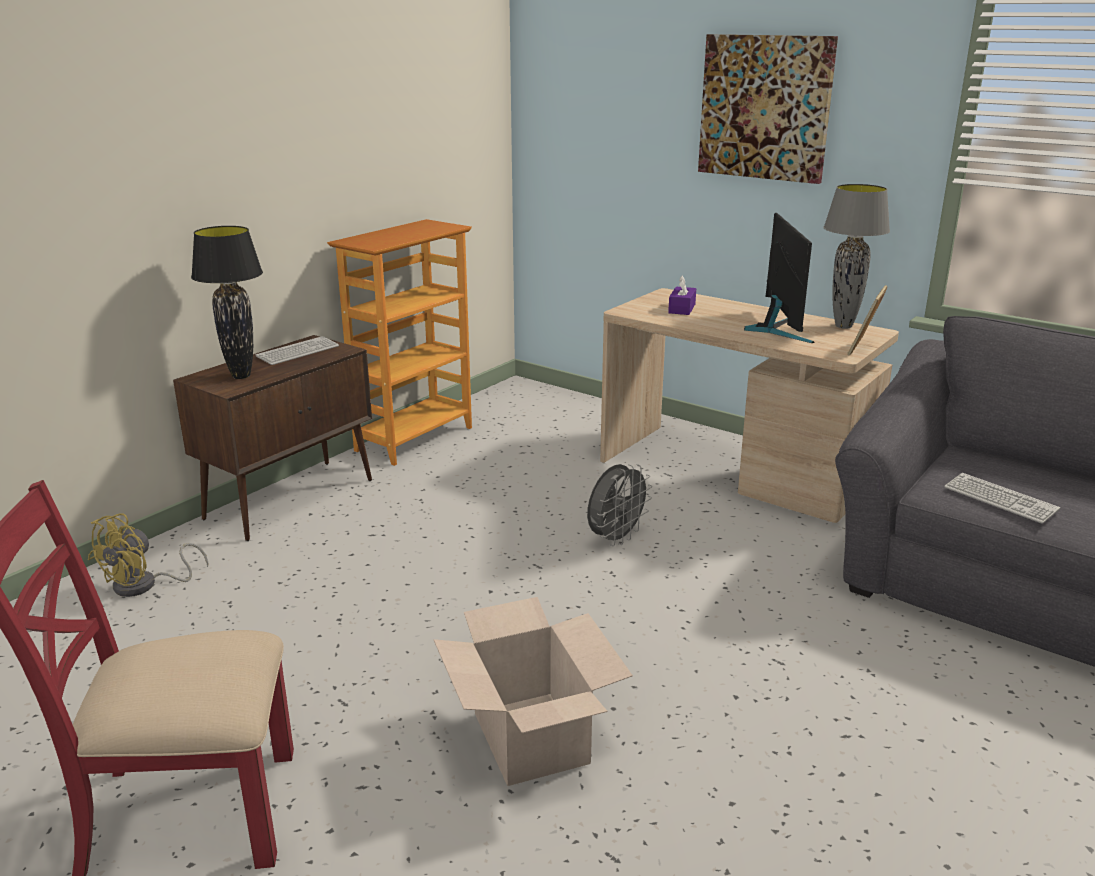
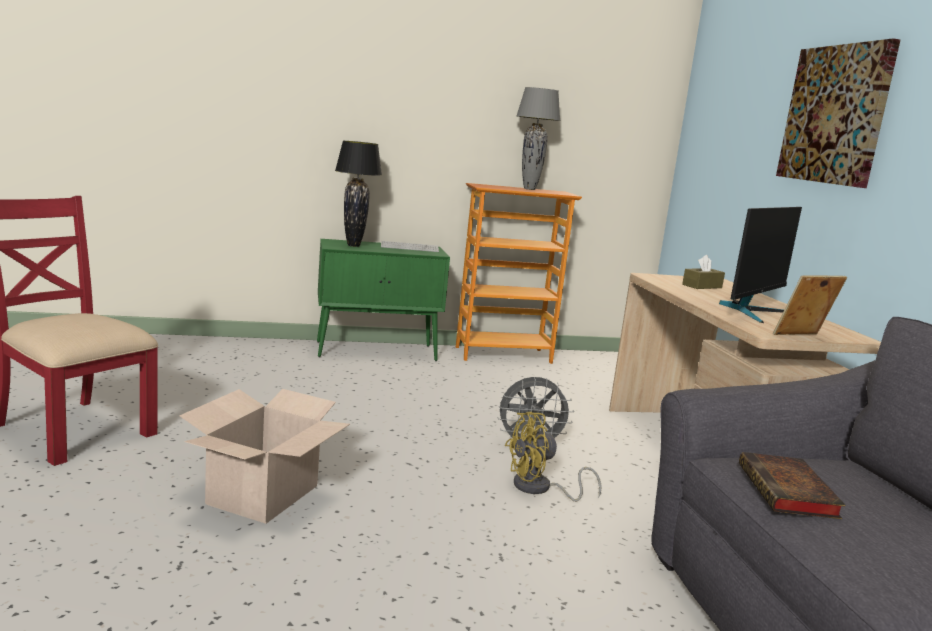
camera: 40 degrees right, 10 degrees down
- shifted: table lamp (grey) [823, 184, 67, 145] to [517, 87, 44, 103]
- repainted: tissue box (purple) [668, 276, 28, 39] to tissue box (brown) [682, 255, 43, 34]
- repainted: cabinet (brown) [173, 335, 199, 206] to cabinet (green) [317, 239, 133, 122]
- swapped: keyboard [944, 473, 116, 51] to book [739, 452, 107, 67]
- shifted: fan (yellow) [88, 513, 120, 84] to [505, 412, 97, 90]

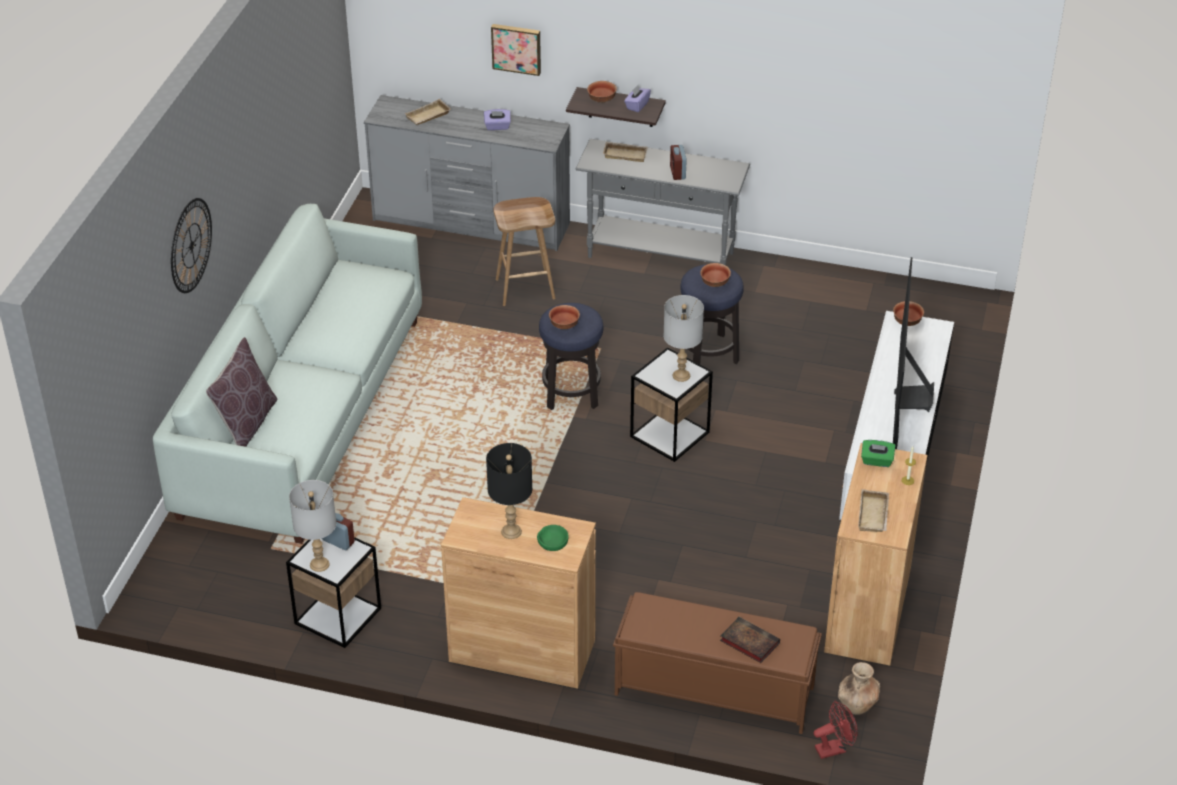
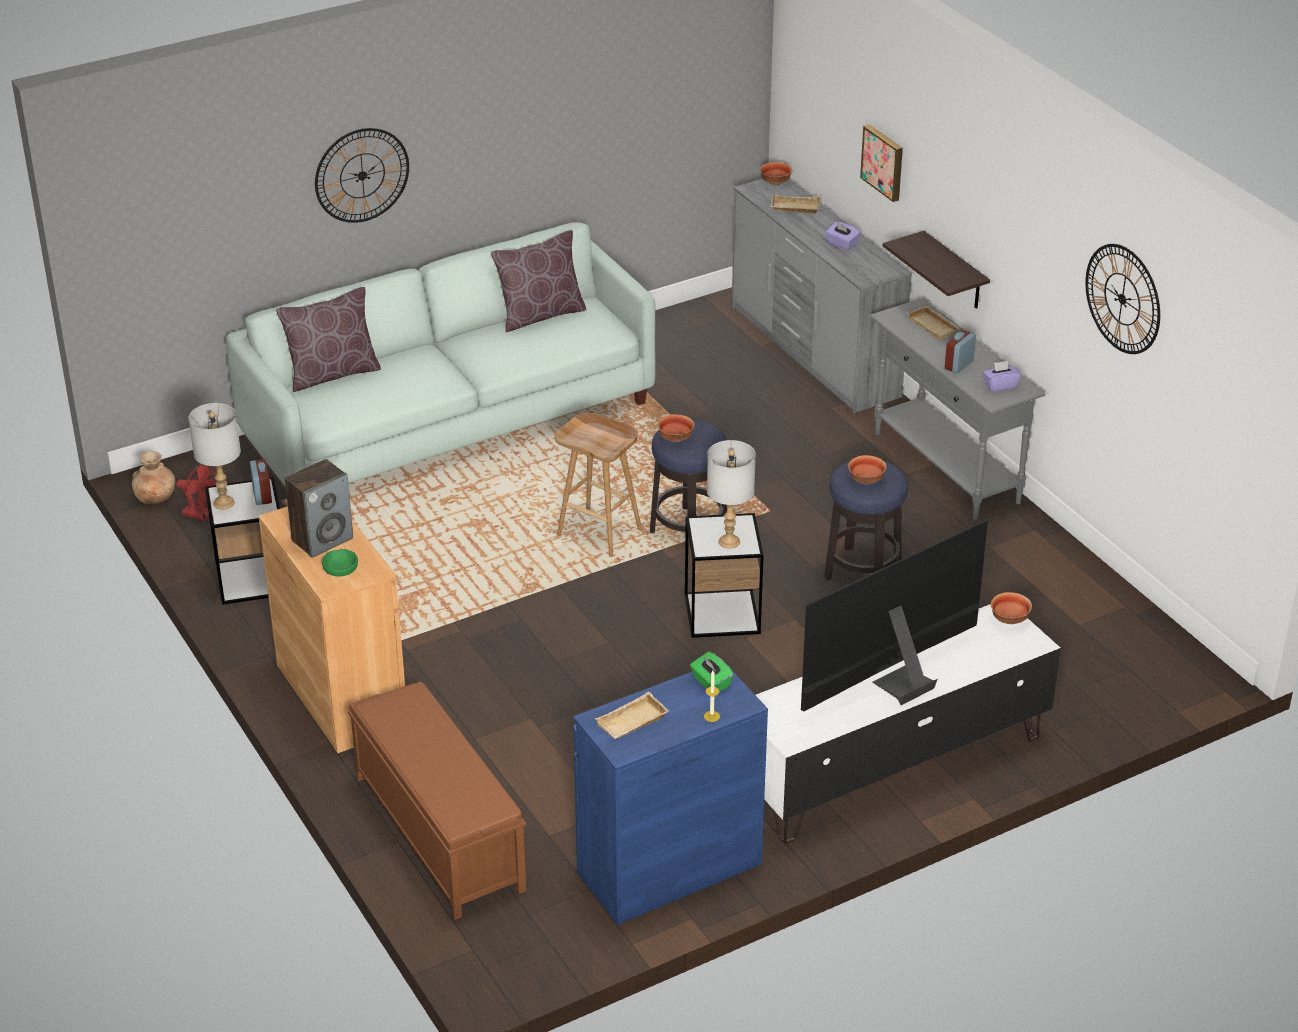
camera: 45 degrees right, 5 degrees down
- shifted: bowl [587, 81, 30, 22] to [760, 162, 32, 24]
- shifted: tissue box (purple) [624, 85, 27, 27] to [982, 361, 39, 31]
- shifted: stool (brown) [493, 197, 62, 109] to [555, 413, 87, 144]
- swapped: table lamp (black) [486, 443, 46, 96] to speaker [285, 459, 68, 99]
- repainted: cabinet (brown) [824, 443, 103, 223] to cabinet (blue) [573, 668, 195, 257]
- gone: book [720, 617, 60, 46]
- shifted: vase (brown) [838, 662, 42, 53] to [132, 451, 43, 53]
- shifted: fan (red) [814, 701, 44, 58] to [176, 464, 40, 57]
- new: pillow (brown) [491, 230, 95, 102]
- new: wall clock [1085, 244, 75, 110]

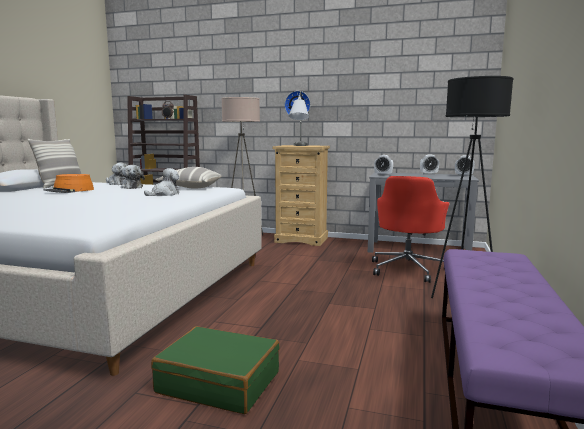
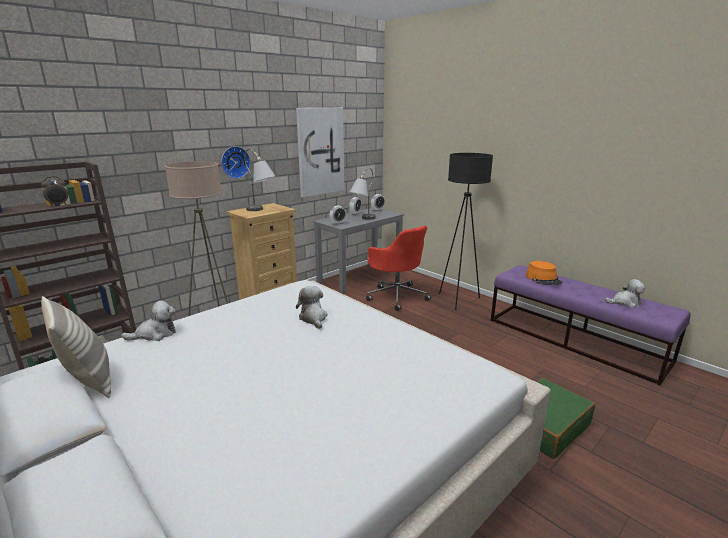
camera: 60 degrees left, 10 degrees up
- shifted: plush toy [121, 165, 24, 24] to [605, 279, 40, 29]
- gone: pillow [156, 167, 66, 22]
- shifted: hat (orange) [43, 174, 51, 19] to [526, 261, 37, 24]
- new: picture [296, 108, 48, 89]
- new: table lamp (grey) [350, 168, 26, 52]

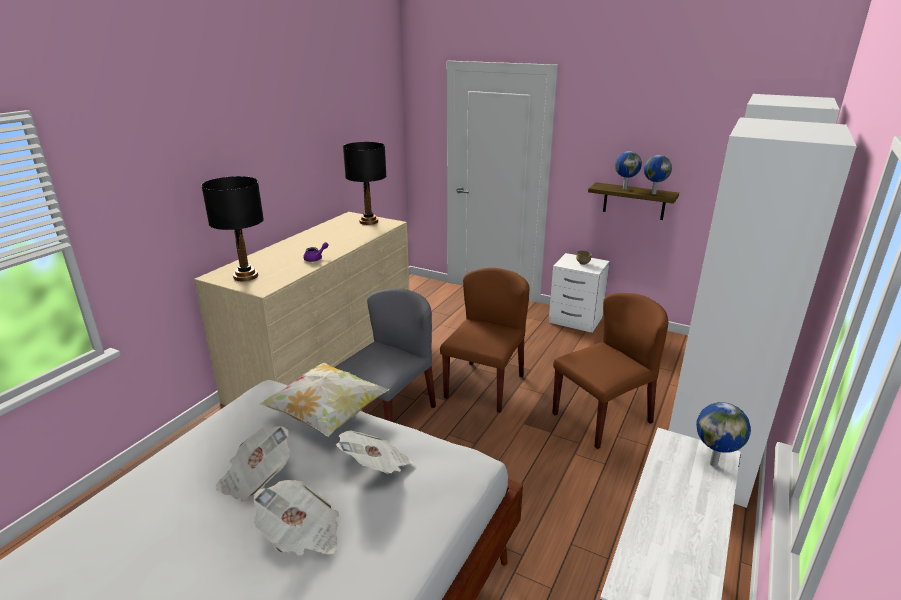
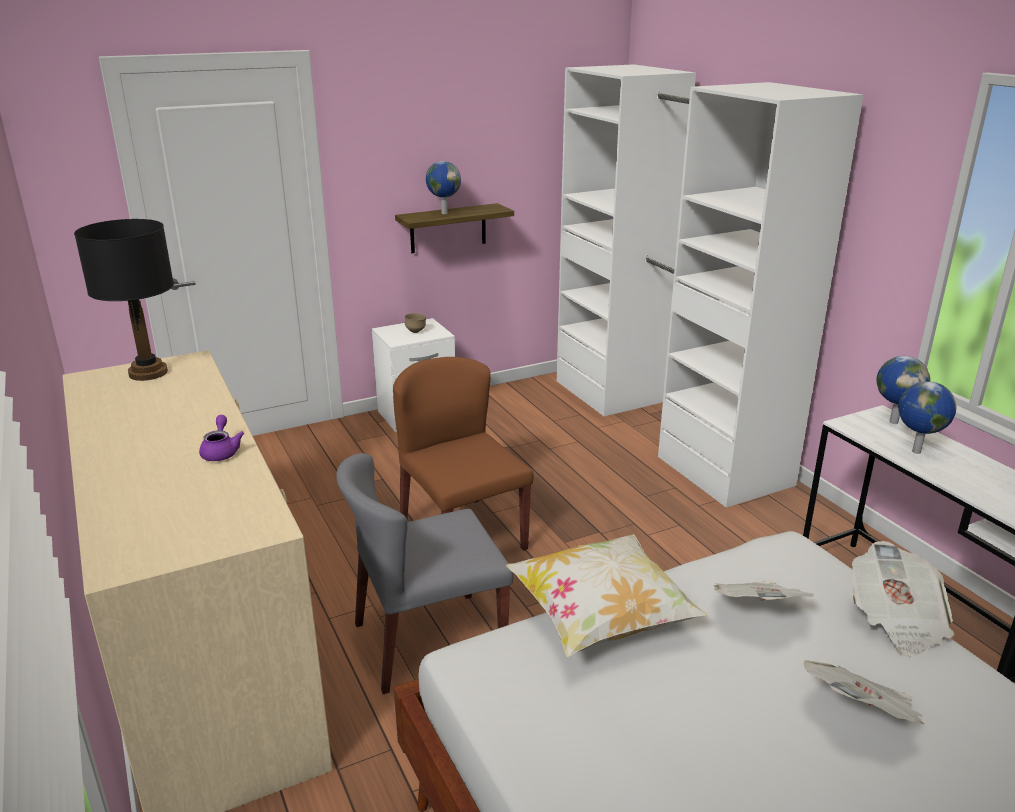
camera: 55 degrees left, 0 degrees up
- shifted: globe [644, 155, 28, 39] to [898, 381, 59, 73]
- gone: table lamp (black) [201, 176, 63, 105]
- rotated: chair (grey) [334, 288, 102, 134] = [336, 453, 177, 241] 90 degrees counterclockwise
- gone: chair (brown) [552, 293, 116, 156]
- shifted: newspaper [216, 426, 74, 76] to [852, 541, 102, 117]

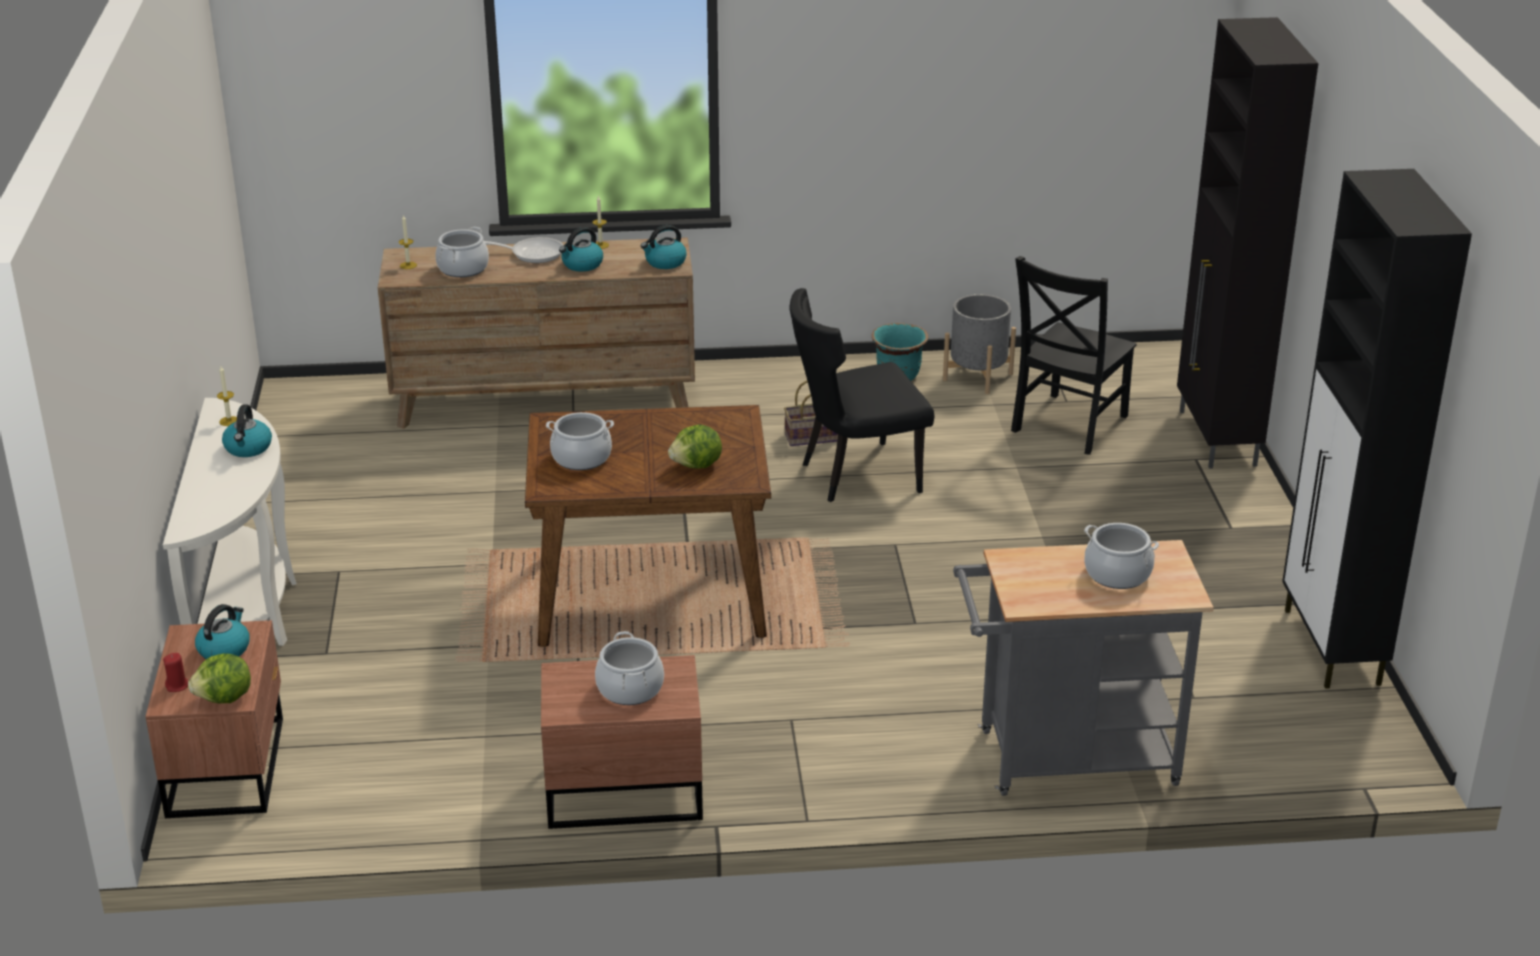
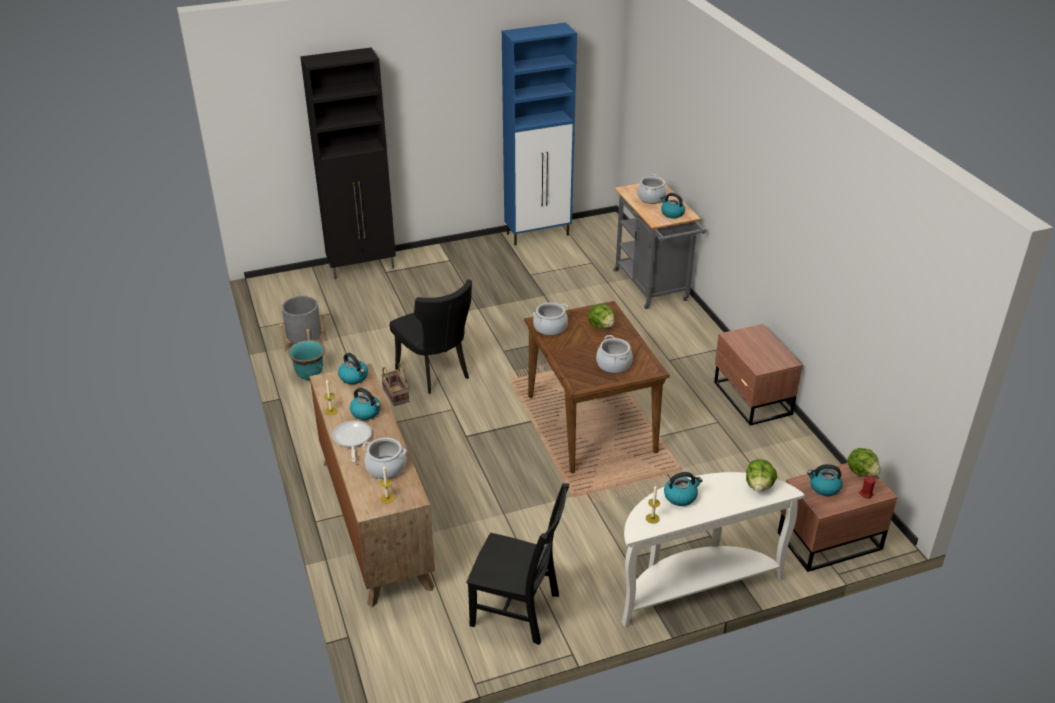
camera: 105 degrees left, 5 degrees up
- repainted: cabinet (black) [1282, 169, 190, 520] to cabinet (blue) [502, 23, 75, 222]
- shifted: chair (black) [1011, 256, 126, 199] to [466, 483, 103, 162]
- shifted: cooking pot [595, 631, 69, 74] to [533, 302, 35, 34]
- new: kettle [660, 193, 25, 25]
- new: lettuce [746, 459, 31, 33]

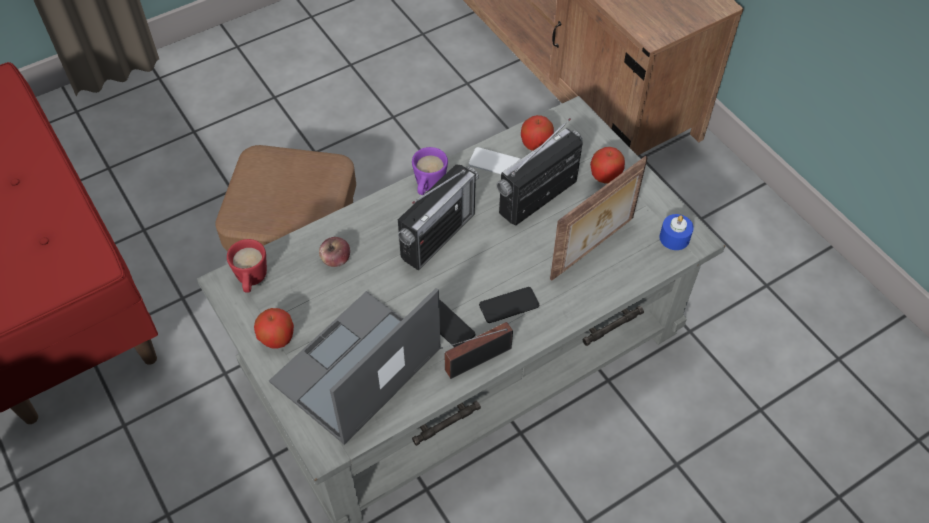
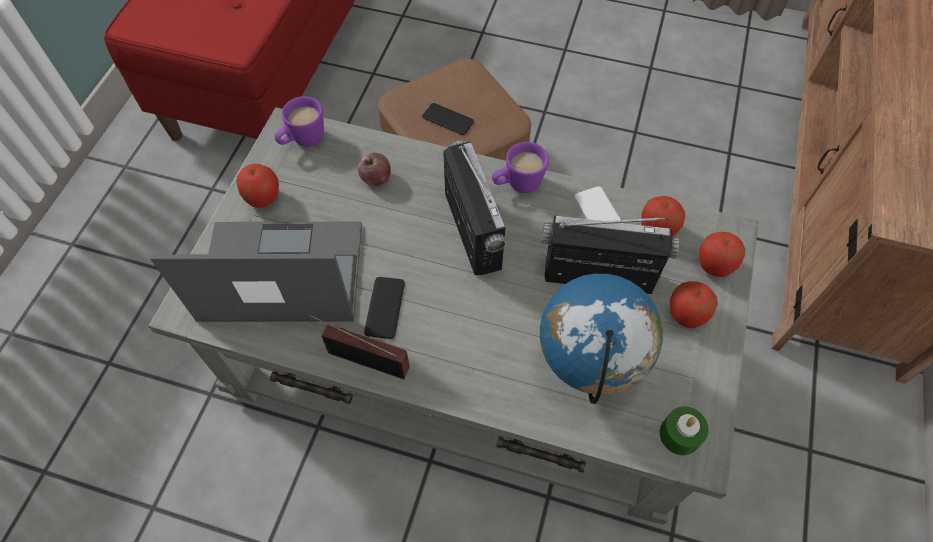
camera: 50 degrees right, 5 degrees up
- swapped: picture frame [550, 156, 98, 125] to globe [540, 274, 123, 130]
- rotated: radio [398, 165, 81, 106] = [443, 140, 63, 135] 105 degrees counterclockwise
- repainted: candle (blue) [659, 214, 35, 36] to candle (green) [660, 407, 49, 48]
- repainted: mug (red) [227, 239, 40, 54] to mug (purple) [274, 96, 50, 51]
- shifted: phone [479, 287, 60, 36] to [422, 103, 52, 32]
- new: apple [699, 232, 46, 45]

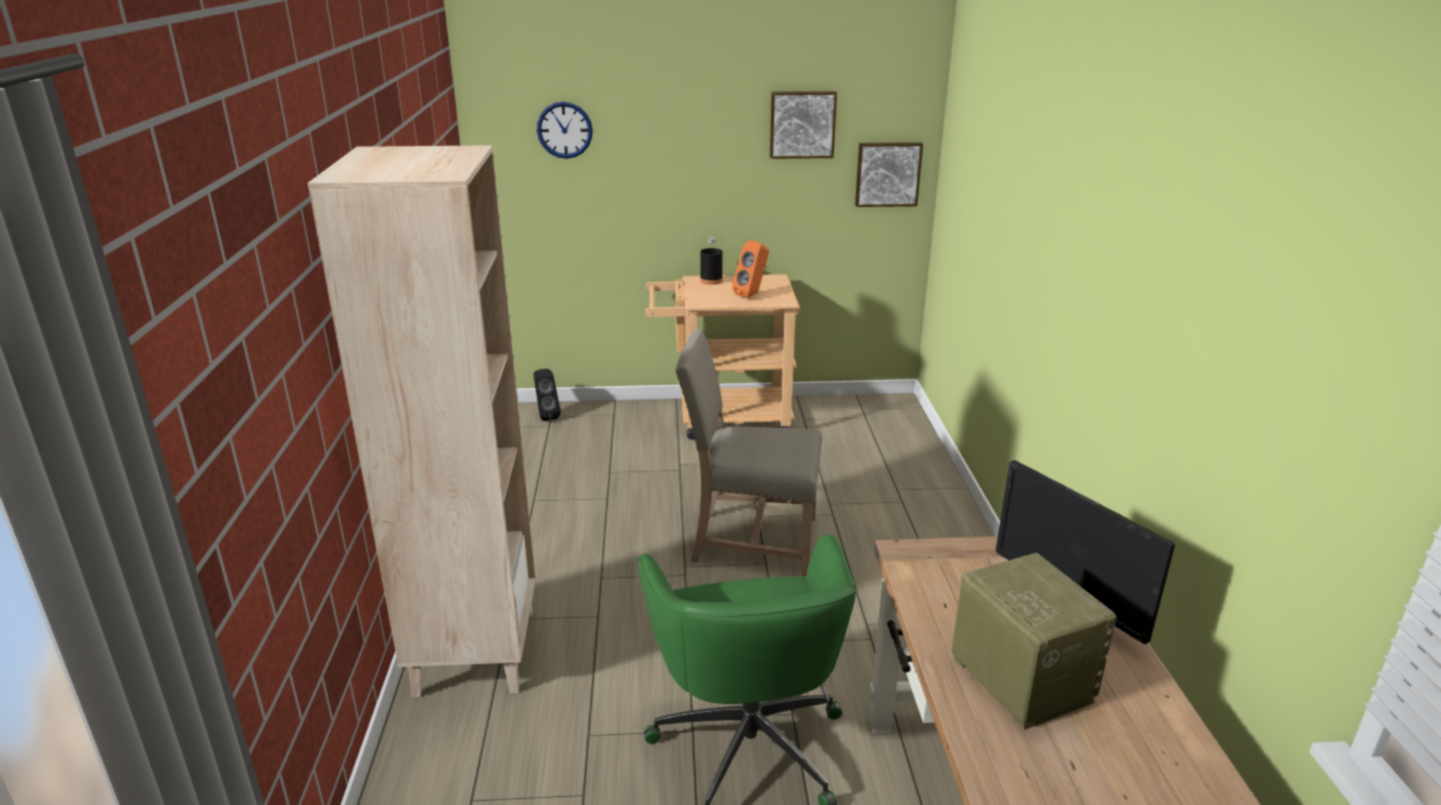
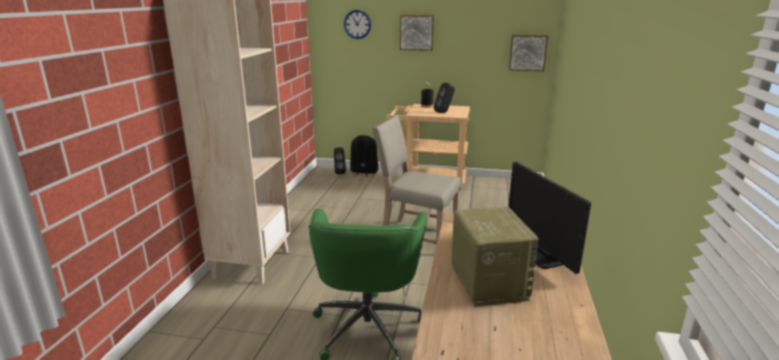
camera: 15 degrees right, 5 degrees down
- shifted: picture [770, 91, 67, 68] to [400, 15, 34, 36]
- repainted: speaker (orange) [732, 240, 37, 58] to speaker (black) [434, 82, 21, 31]
- new: backpack (black) [350, 135, 28, 42]

